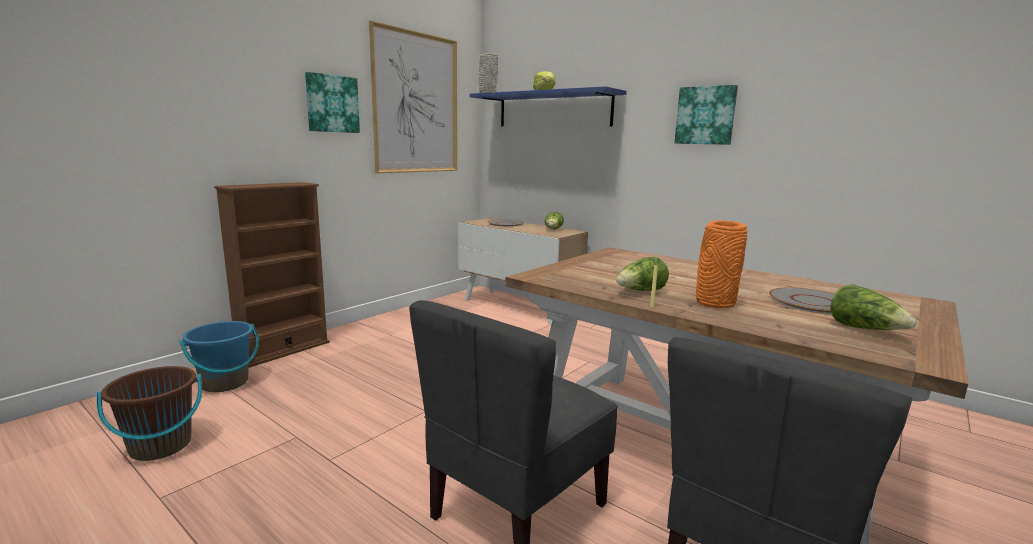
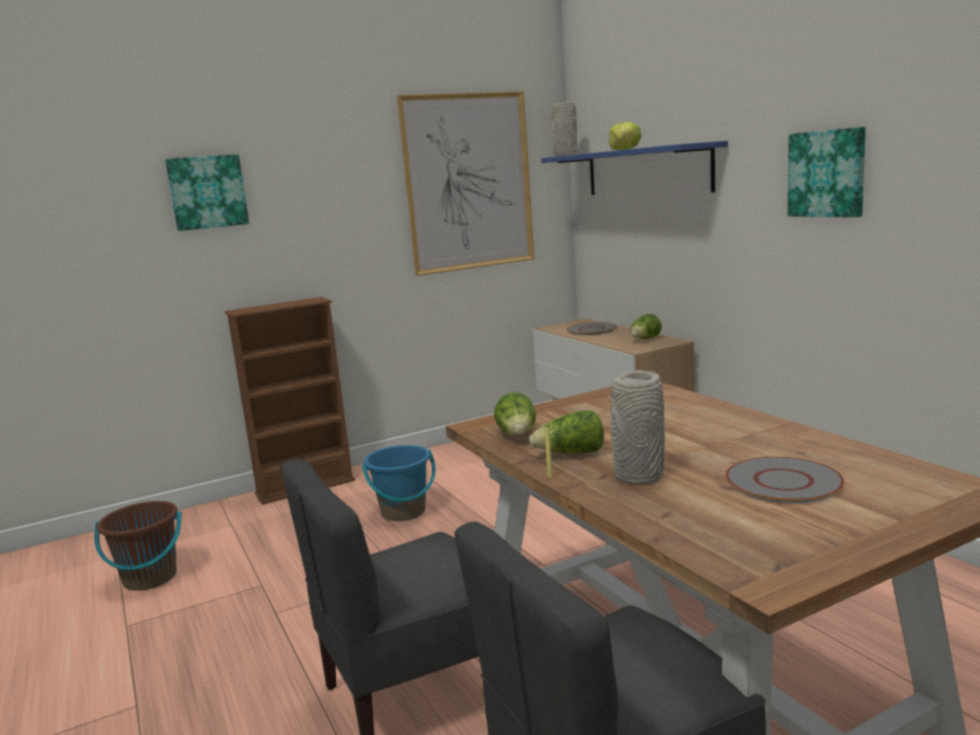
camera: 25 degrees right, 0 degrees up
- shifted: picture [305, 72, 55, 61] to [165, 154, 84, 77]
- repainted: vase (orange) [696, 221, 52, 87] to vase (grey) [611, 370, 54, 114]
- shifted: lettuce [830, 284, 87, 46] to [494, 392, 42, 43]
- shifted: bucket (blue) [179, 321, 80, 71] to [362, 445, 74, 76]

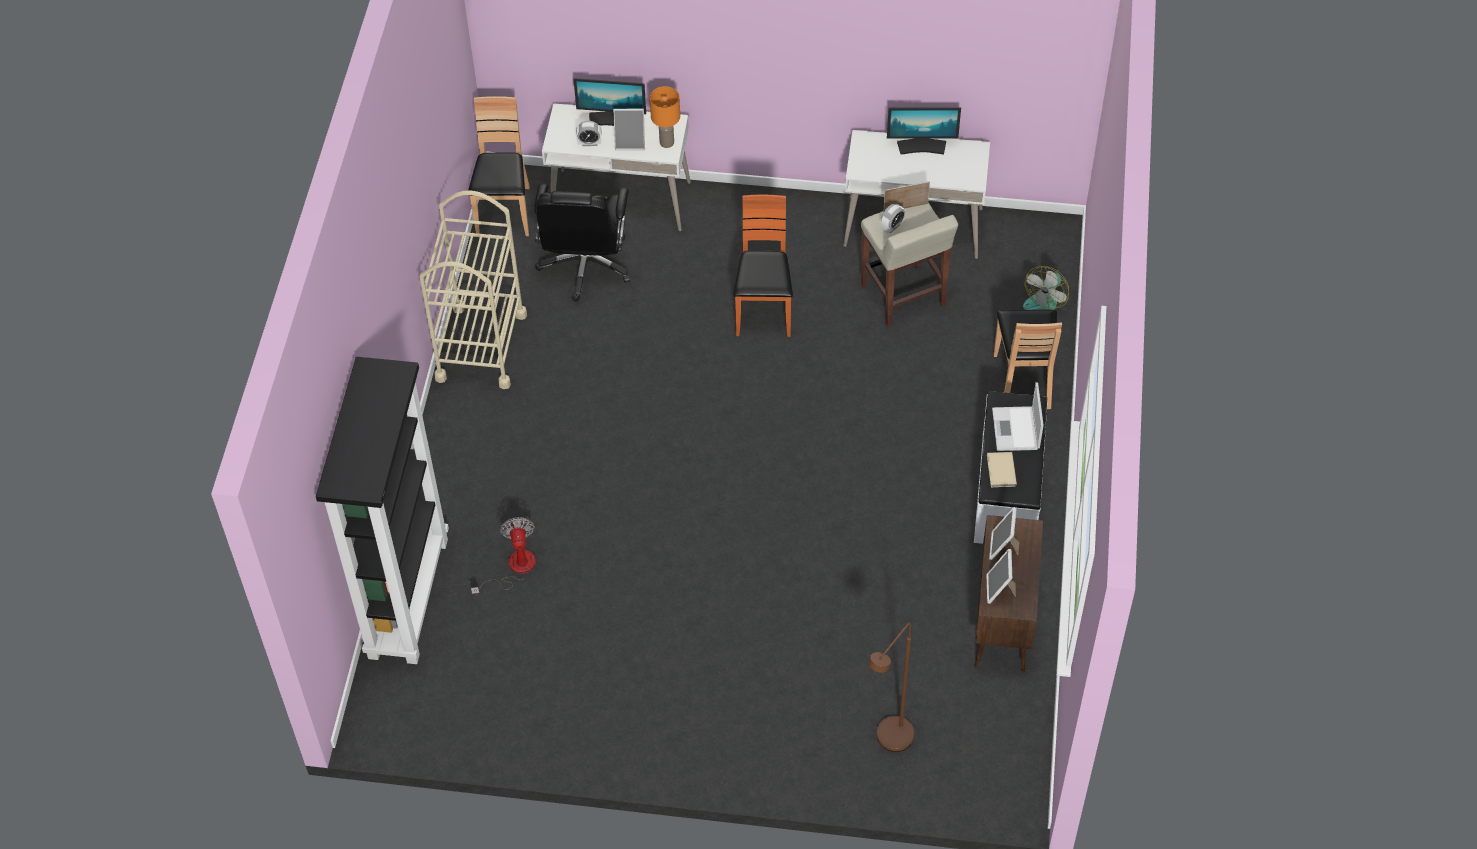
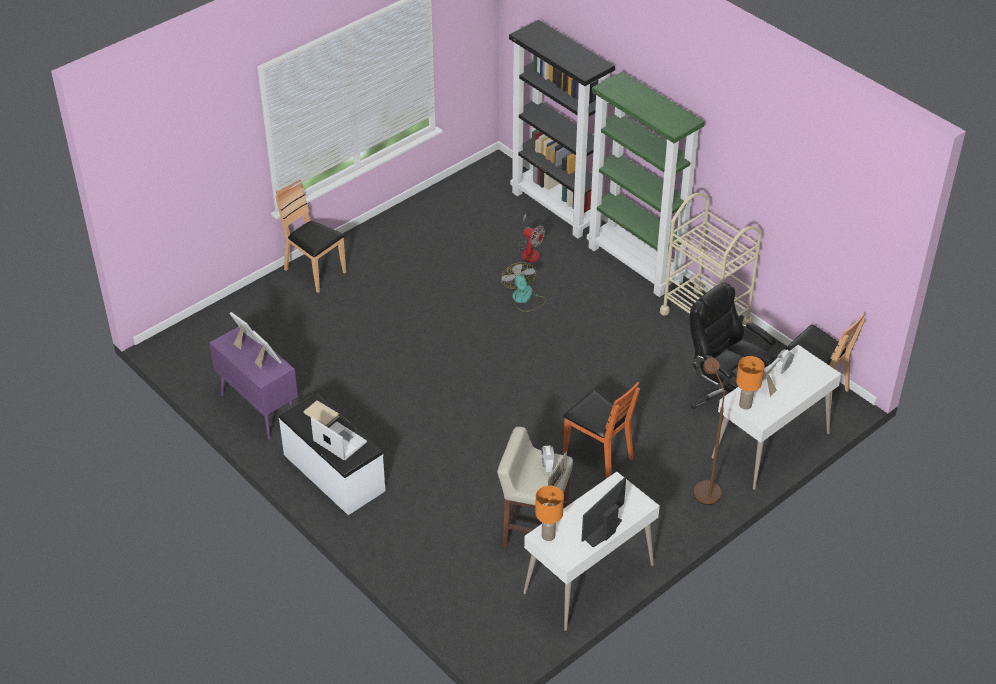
camera: 130 degrees right, 10 degrees down
- gone: monitor [573, 78, 73, 48]
- shifted: fan [1023, 266, 46, 44] to [501, 262, 46, 50]
- shifted: chair (brown) [994, 310, 68, 99] to [276, 180, 70, 113]
- repainted: cabinet (brown) [974, 515, 69, 158] to cabinet (purple) [210, 326, 88, 114]
- shifted: floor lamp (brown) [868, 622, 46, 130] to [693, 358, 32, 147]
- new: bookcase (green) [587, 72, 118, 225]
- new: table lamp (orange) [535, 485, 29, 56]

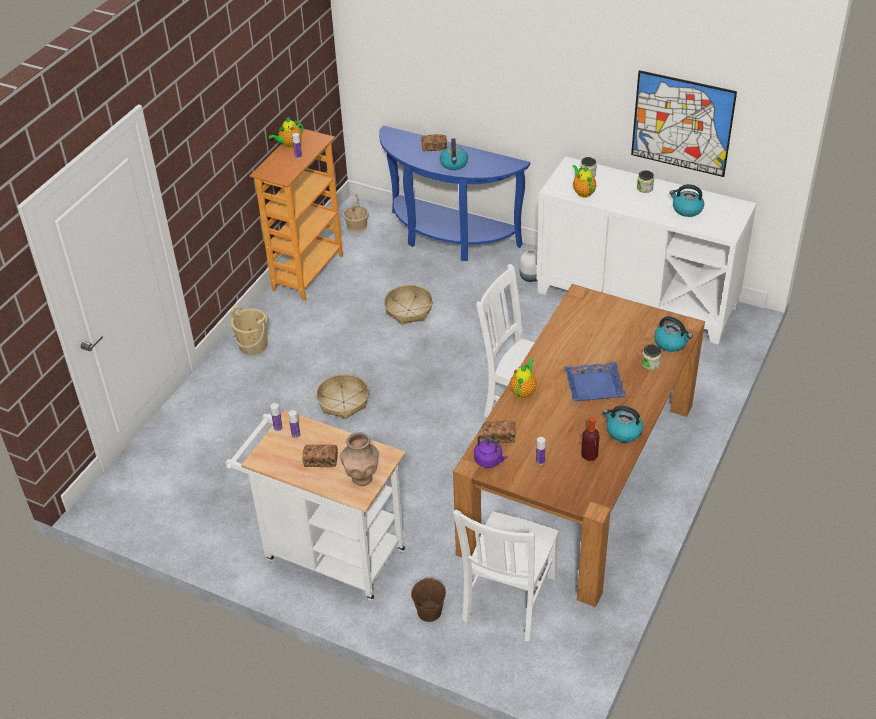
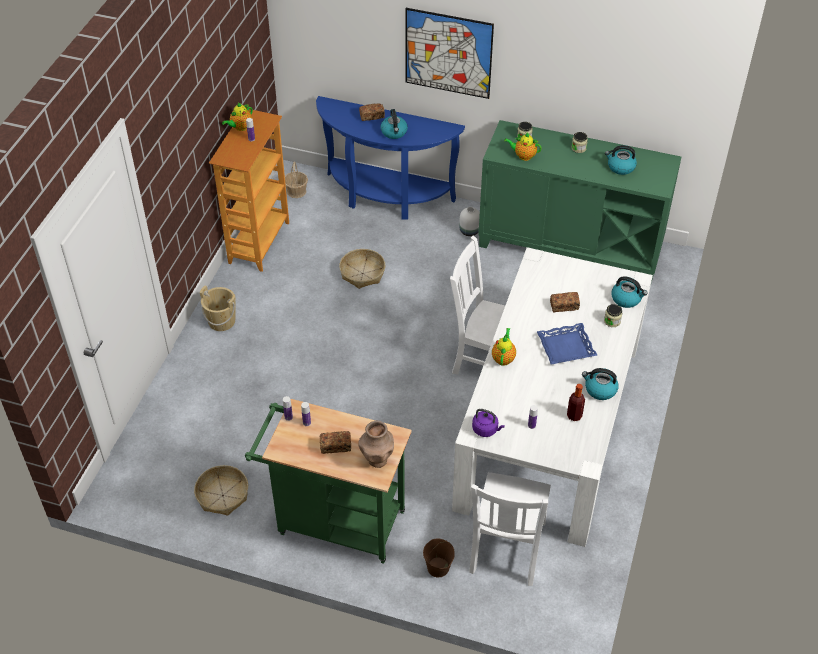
camera: 10 degrees left, 5 degrees up
- shifted: picture [631, 70, 106, 107] to [405, 8, 89, 91]
- repainted: cabinet (white) [537, 156, 220, 189] to cabinet (green) [478, 120, 203, 163]
- rotated: teapot [572, 165, 24, 33] = [504, 133, 38, 28] 45 degrees counterclockwise
- repainted: dining table (brown) [453, 284, 252, 323] to dining table (white) [452, 247, 201, 300]
- shifted: basket [316, 374, 53, 45] to [194, 465, 54, 51]
- repainted: cart (white) [226, 410, 180, 191] to cart (green) [245, 399, 167, 165]
- shifted: bread [483, 421, 33, 22] to [550, 292, 30, 20]

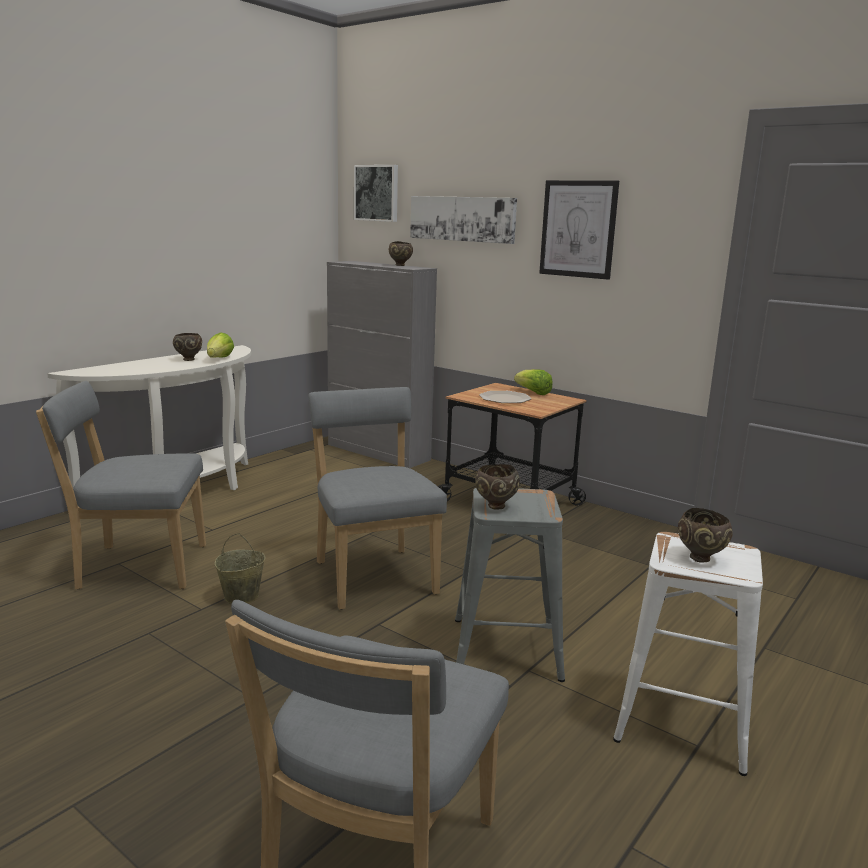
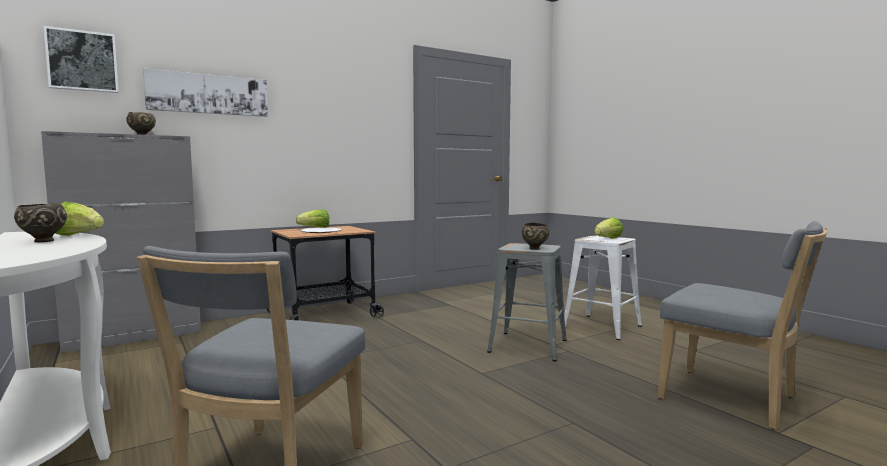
camera: 70 degrees left, 10 degrees down
- gone: picture [539, 180, 80, 100]
- gone: chair (grey) [308, 387, 139, 223]
- swapped: bowl (brown) [678, 508, 55, 55] to lettuce [594, 217, 29, 22]
- gone: bucket (beige) [215, 533, 51, 71]

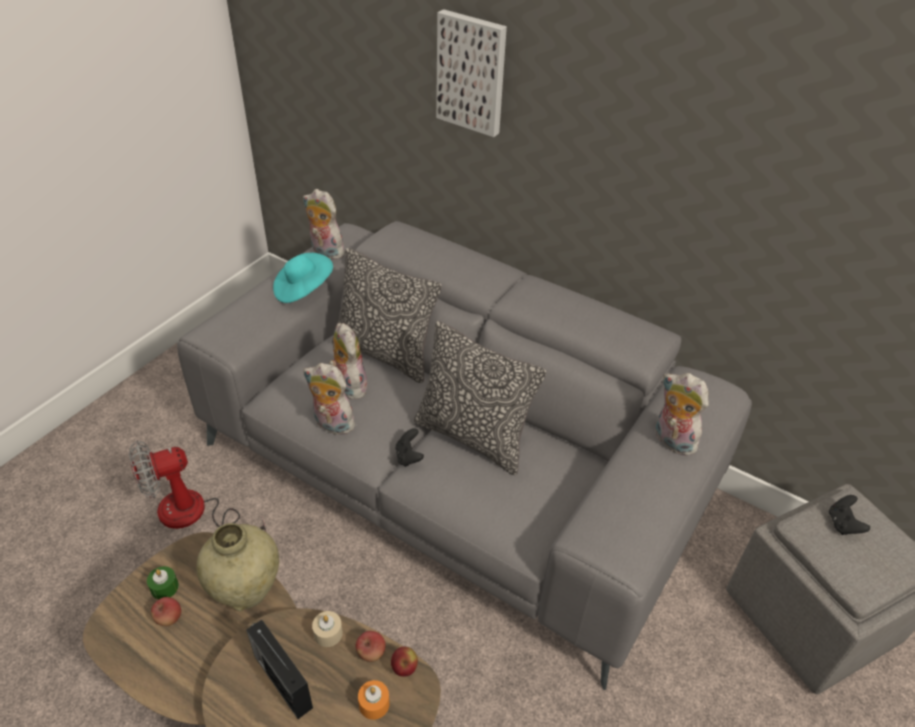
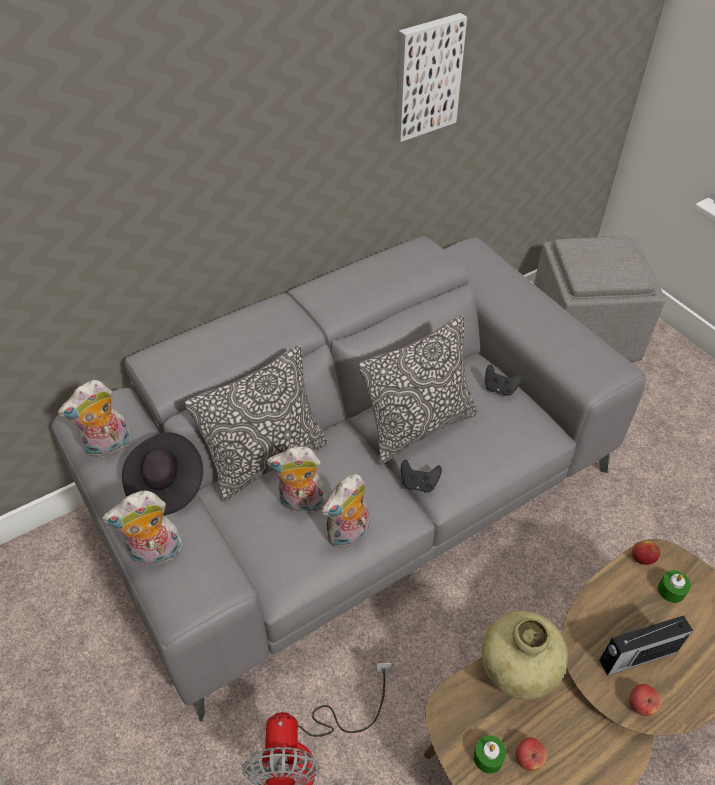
camera: 65 degrees left, 5 degrees up
- shifted: picture [436, 9, 71, 128] to [395, 13, 72, 129]
- repainted: hat (turquoise) [273, 253, 60, 50] to hat (black) [122, 432, 81, 83]
- shifted: plush toy [656, 373, 53, 83] to [102, 491, 80, 76]
- shifted: game controller (black) [829, 495, 41, 40] to [485, 365, 38, 31]
- gone: candle (beige) [312, 611, 31, 36]
- shifted: apple [355, 631, 31, 31] to [629, 684, 32, 32]
- repainted: candle (orange) [358, 680, 32, 40] to candle (green) [658, 570, 33, 33]

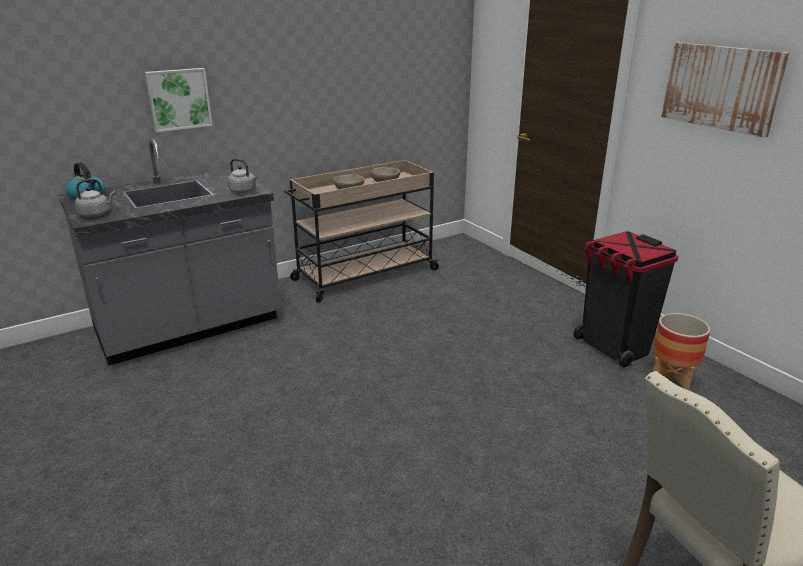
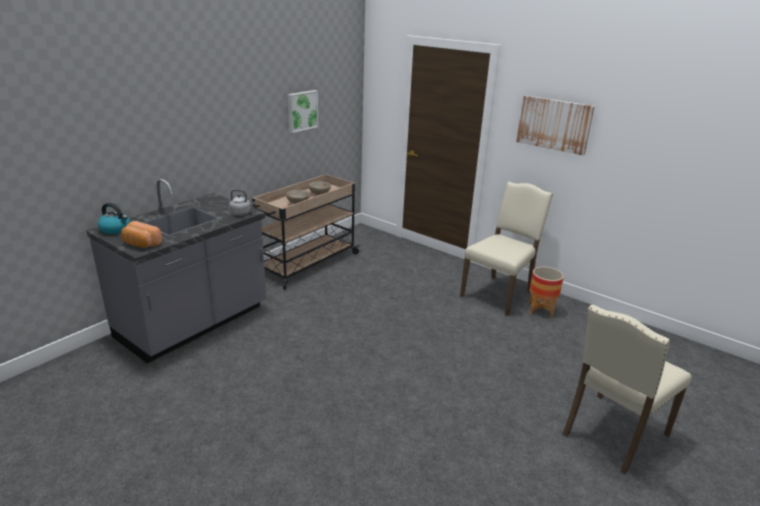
camera: 20 degrees left, 0 degrees up
- shifted: picture [145, 68, 68, 64] to [288, 90, 30, 43]
- swapped: kettle (grey) [75, 179, 41, 38] to bread [121, 221, 41, 27]
- swapped: trash can (black) [574, 231, 105, 137] to chair (beige) [460, 182, 93, 134]

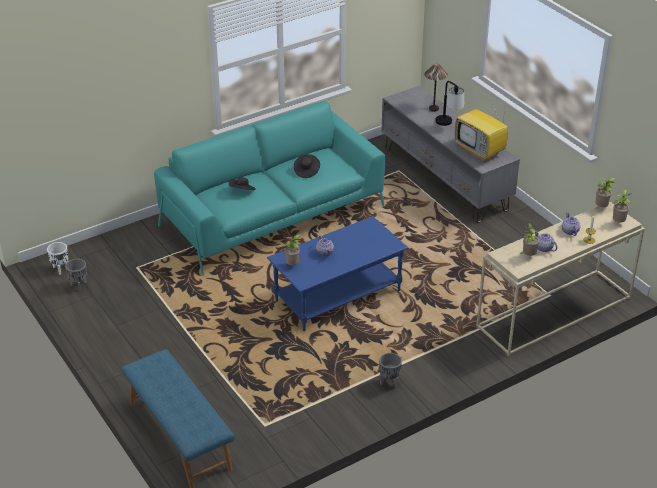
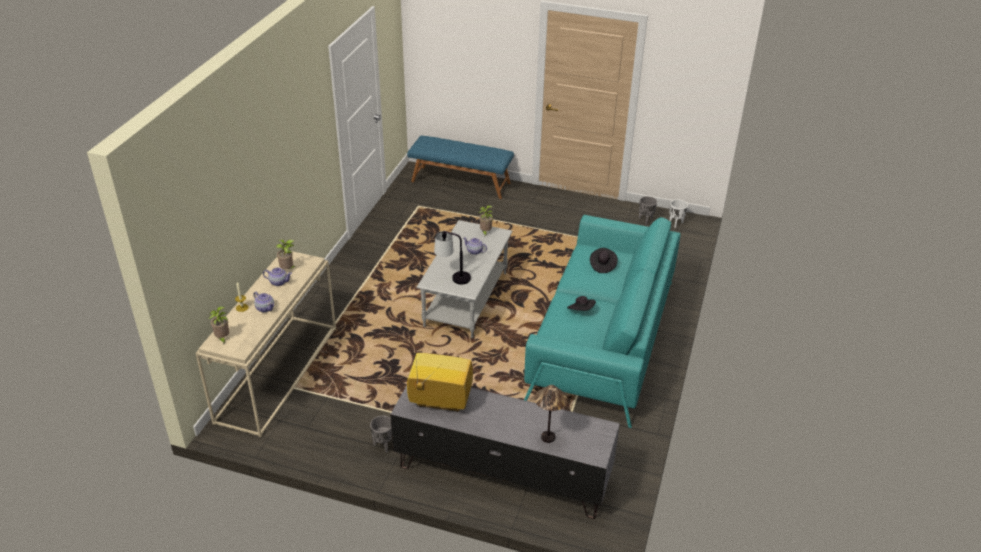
camera: 140 degrees right, 0 degrees up
- shifted: table lamp [435, 81, 29, 45] to [434, 231, 37, 54]
- gone: potted plant [595, 178, 20, 29]
- repainted: coffee table (blue) [267, 216, 141, 115] to coffee table (grey) [417, 220, 96, 118]
- shifted: planter (grey) [379, 353, 23, 34] to [370, 415, 22, 38]

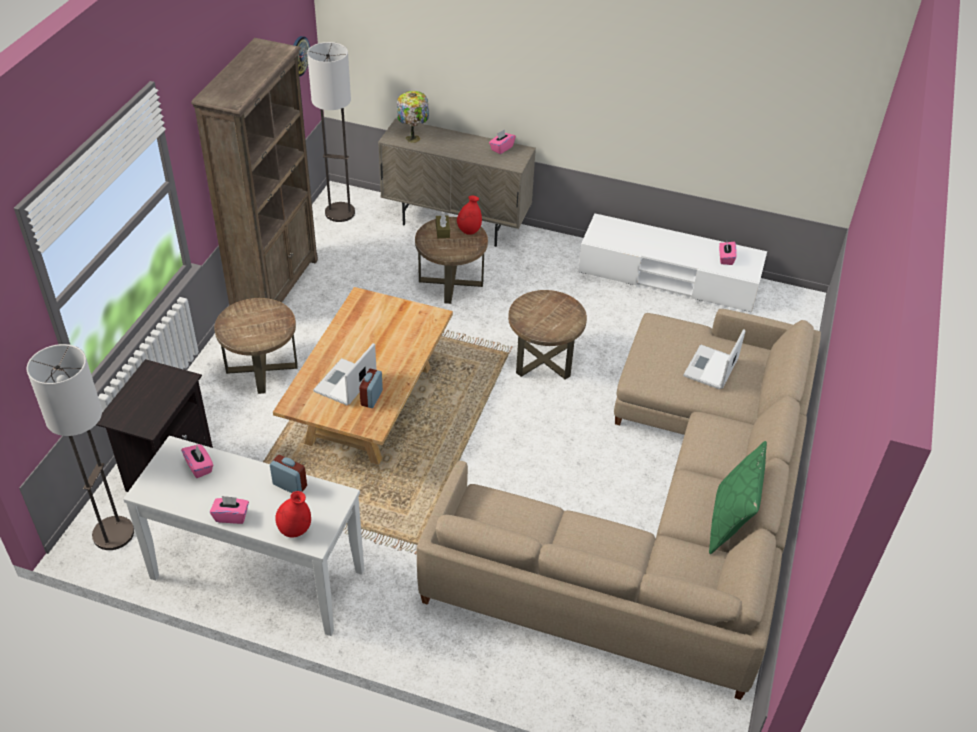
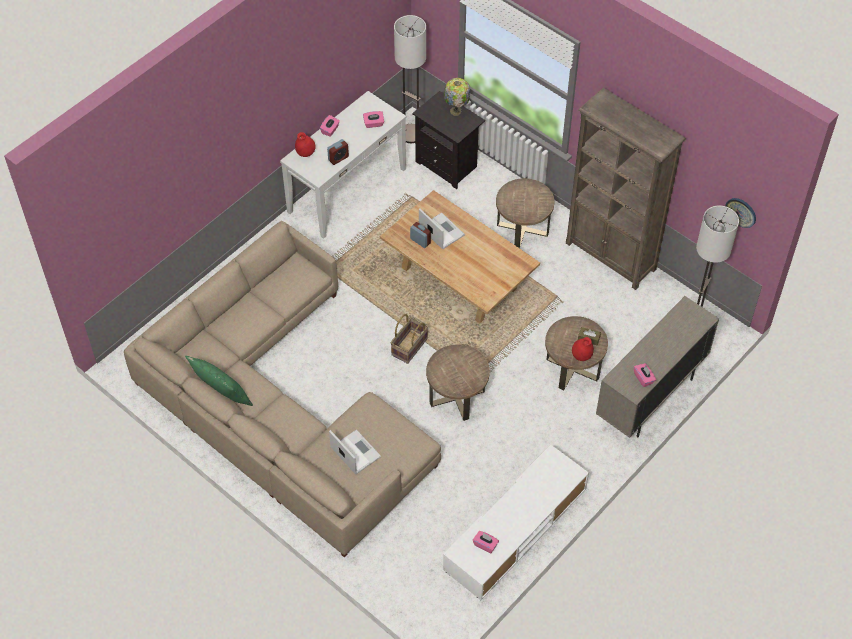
camera: 115 degrees right, 10 degrees up
- shifted: table lamp [397, 91, 32, 52] to [444, 78, 26, 38]
- new: basket [390, 314, 38, 50]

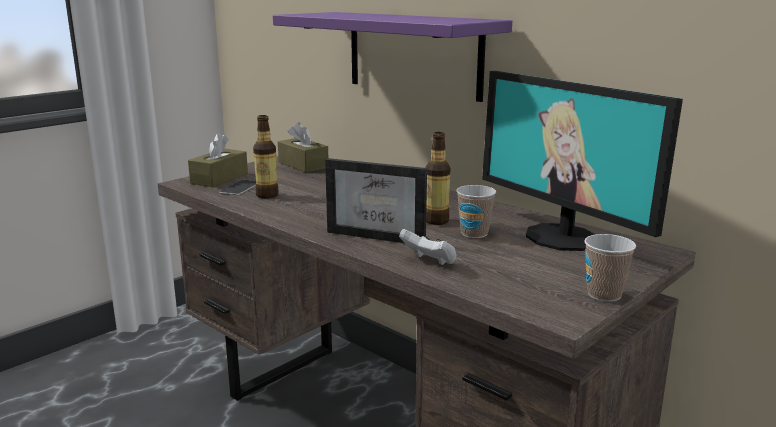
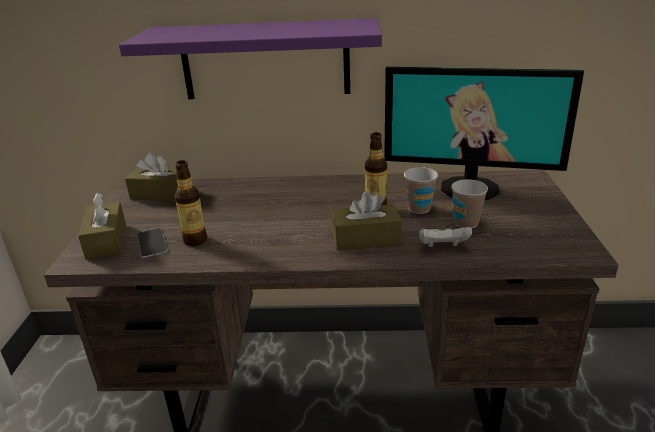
camera: 40 degrees left, 10 degrees up
- swapped: picture frame [325, 158, 102, 85] to tissue box (brown) [332, 191, 70, 60]
- shifted: cup [585, 234, 51, 68] to [451, 179, 37, 49]

